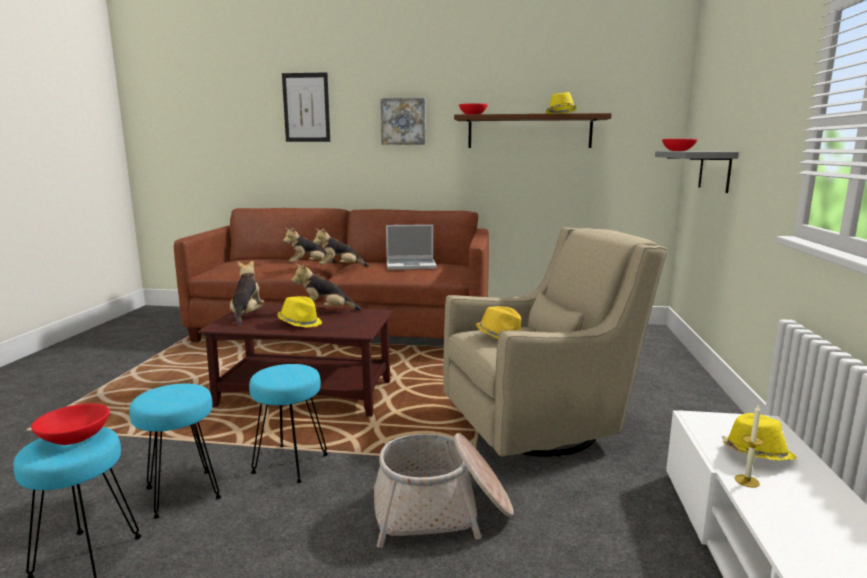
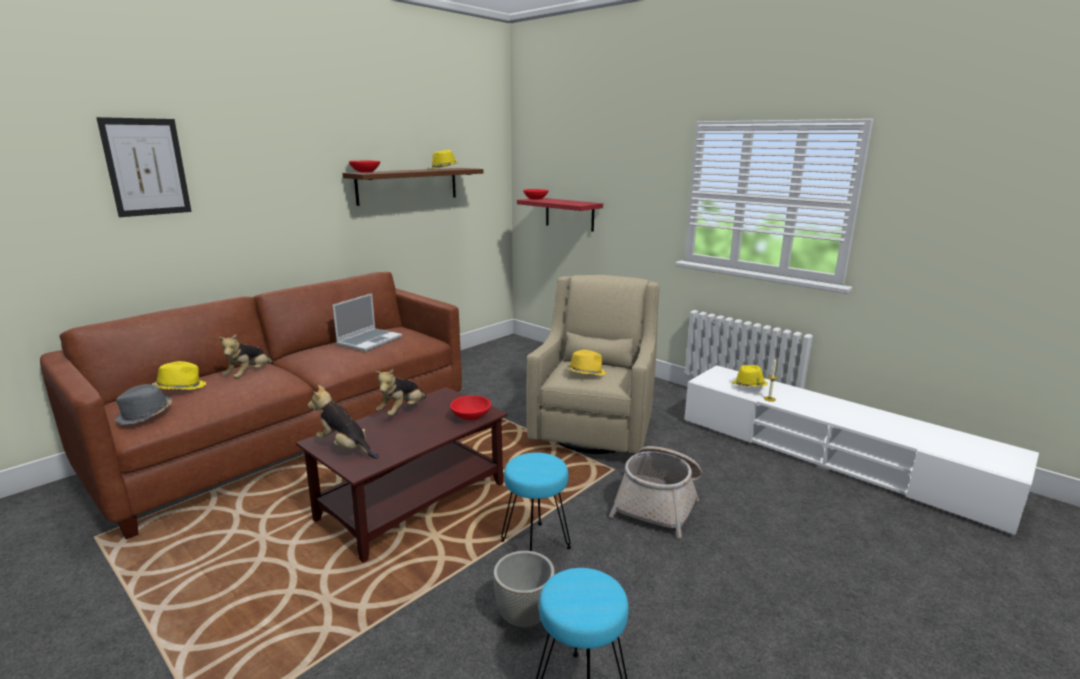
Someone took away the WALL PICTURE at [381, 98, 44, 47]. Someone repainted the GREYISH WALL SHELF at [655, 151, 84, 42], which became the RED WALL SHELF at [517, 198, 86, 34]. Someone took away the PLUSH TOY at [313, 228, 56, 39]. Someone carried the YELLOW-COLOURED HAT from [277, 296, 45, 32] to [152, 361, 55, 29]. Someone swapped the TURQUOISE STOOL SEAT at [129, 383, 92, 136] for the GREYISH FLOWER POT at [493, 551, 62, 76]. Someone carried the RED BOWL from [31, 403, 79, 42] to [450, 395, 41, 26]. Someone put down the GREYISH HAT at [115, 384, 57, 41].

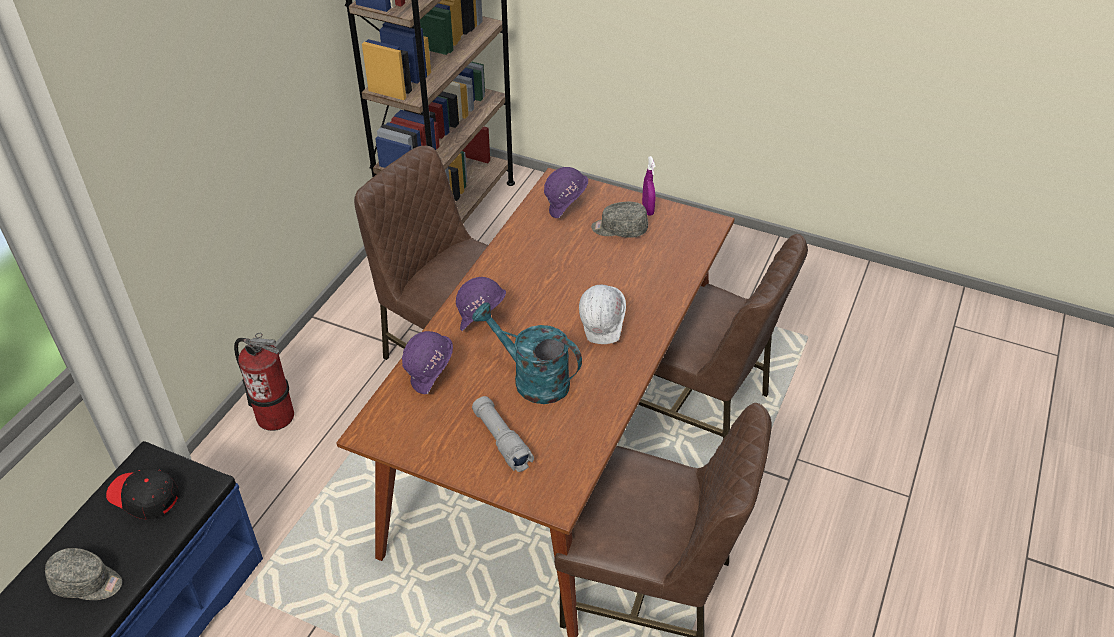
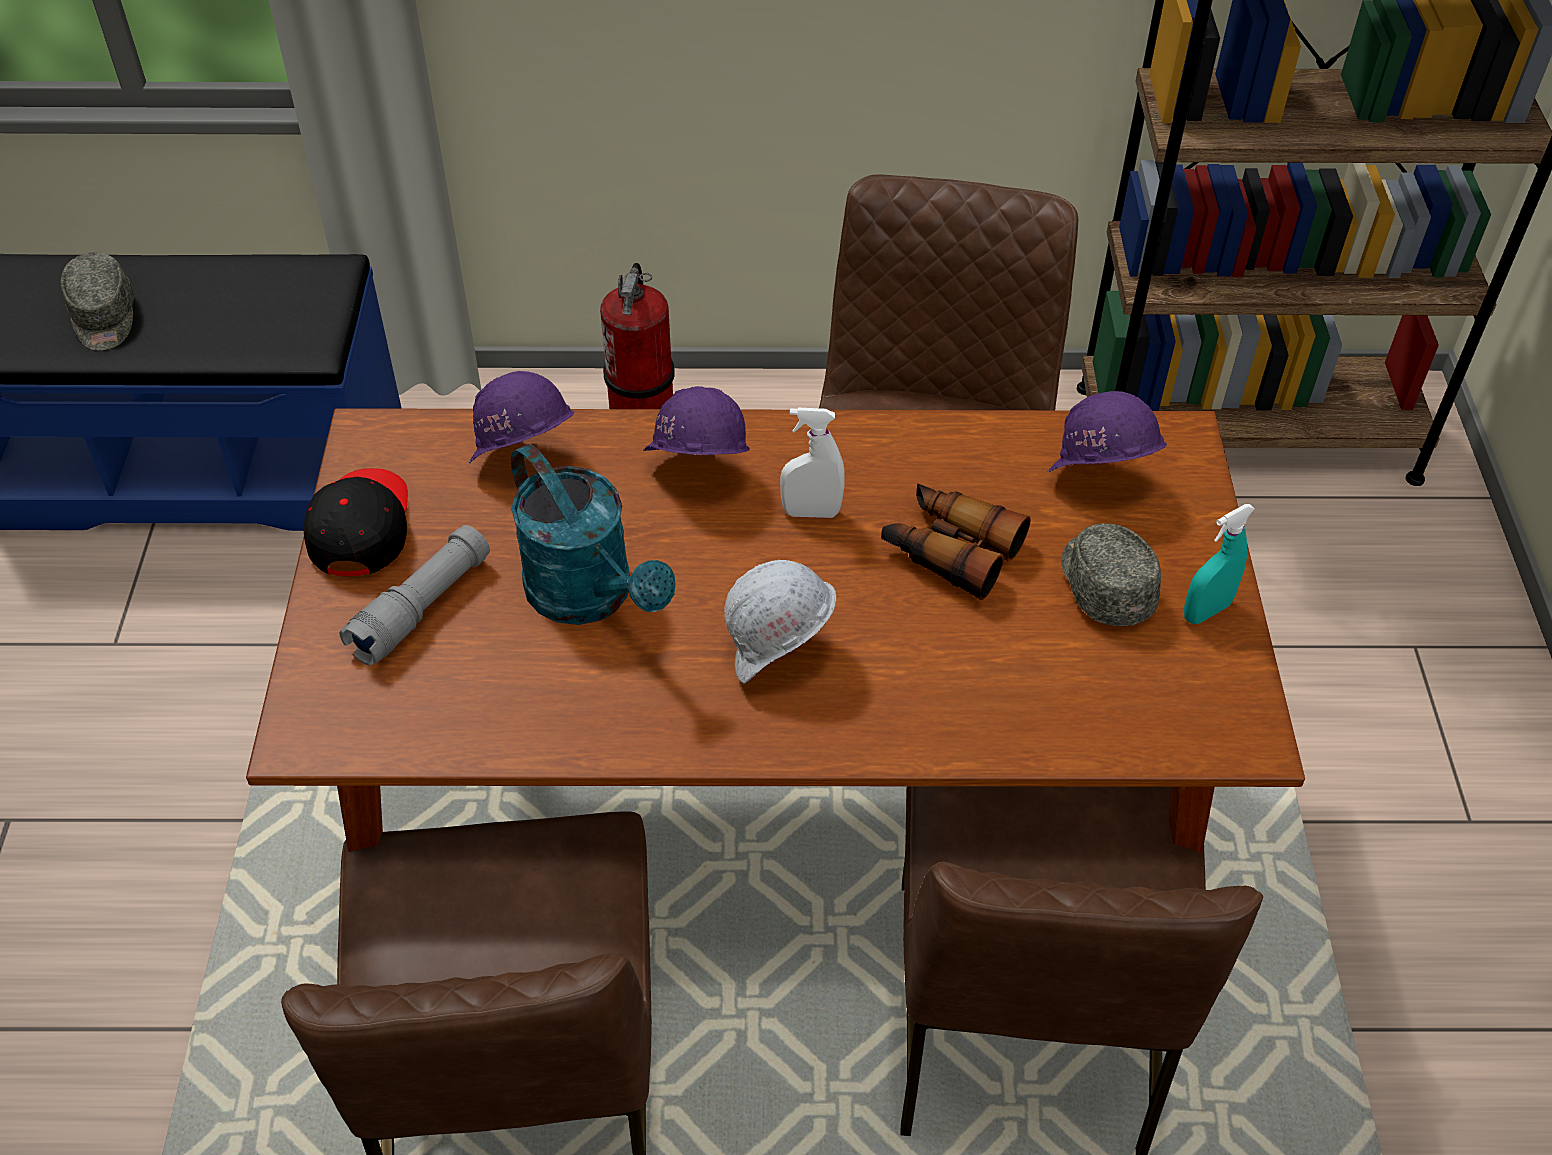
Someone repainted the PURPLE-COLOURED HAND SPRAYER at [642, 156, 13, 59], which became the TURQUOISE HAND SPRAYER at [1184, 504, 71, 120]. Someone rotated the TURQUOISE WATERING CAN at [472, 302, 110, 102] by 135 degrees clockwise. Someone carried the BLACK-COLOURED CAP from [106, 467, 73, 52] to [303, 468, 105, 108]. Someone put down the WHITISH HAND SPRAYER at [780, 407, 65, 111]. Someone put down the FIELD GLASSES at [881, 483, 150, 117].

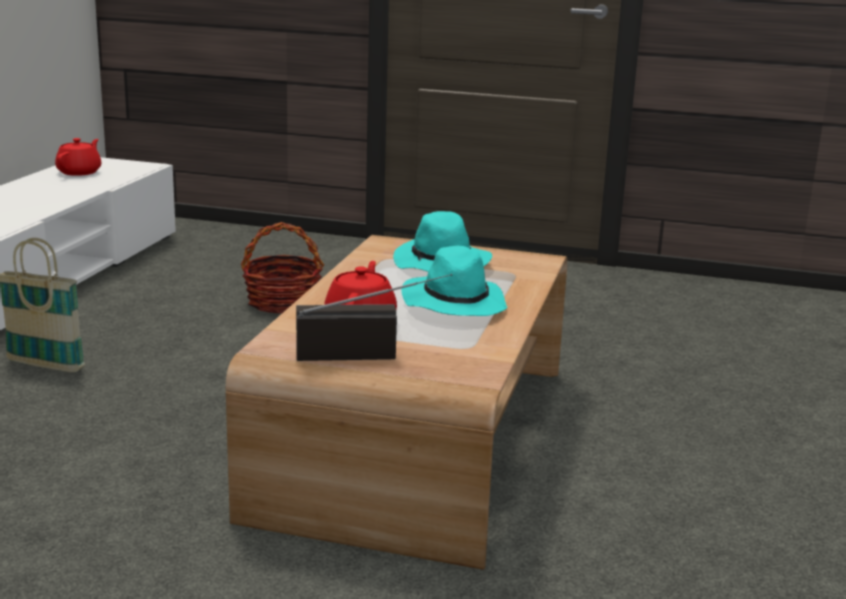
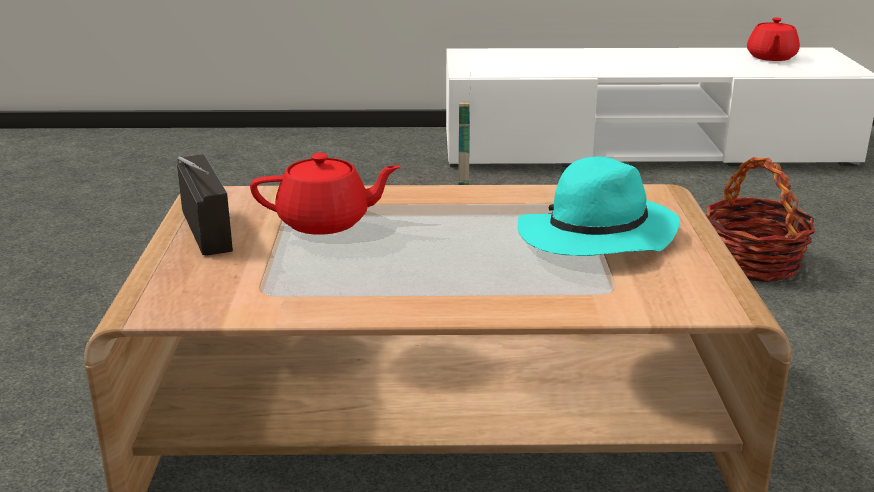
Someone rotated the RED TEAPOT at [55, 138, 47, 38] by 105 degrees clockwise. Someone took away the TURQUOISE HAT at [401, 246, 106, 70].

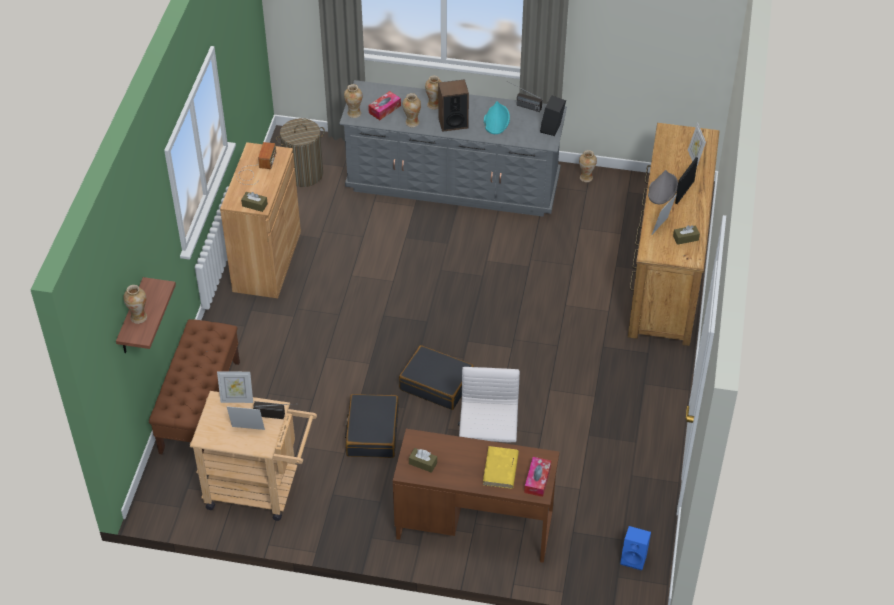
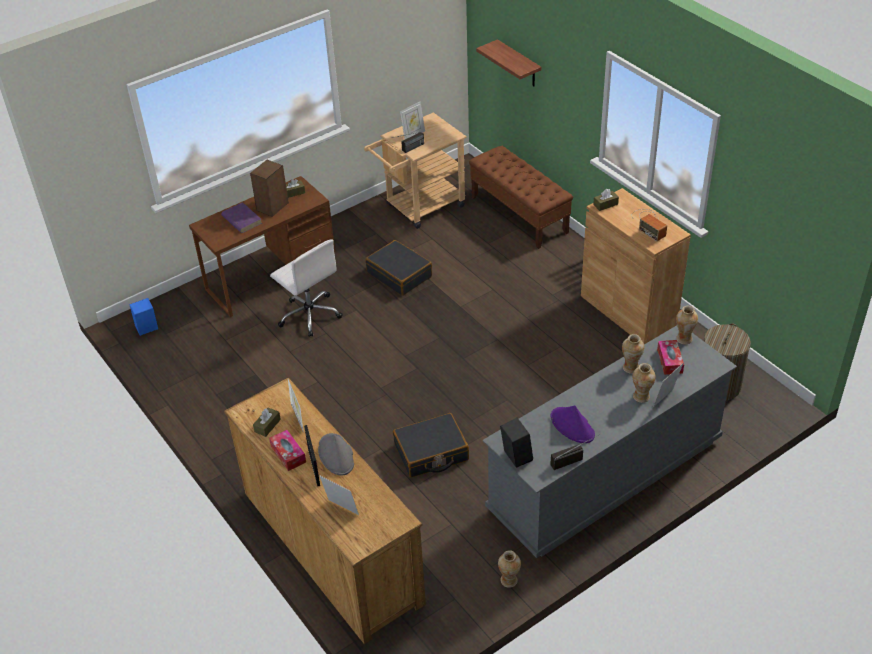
Someone carried the SPEAKER from [438, 79, 31, 53] to [250, 160, 39, 57]. Someone repainted the TURQUOISE HAT at [484, 101, 26, 33], which became the PURPLE-COLOURED HAT at [551, 406, 44, 37]. Someone took away the FLOWER VASE at [123, 285, 24, 39]. Someone carried the BLACK-COLOURED PIECE OF LUGGAGE from [399, 345, 75, 65] to [393, 413, 76, 64]. Someone carried the STANDING FRAME from [217, 371, 36, 32] to [653, 363, 30, 44]. Someone repainted the YELLOW-COLOURED VOLUME at [483, 446, 36, 43], which became the PURPLE-COLOURED VOLUME at [221, 202, 41, 31]. Someone carried the BOX OF TISSUES from [524, 457, 27, 40] to [269, 430, 37, 41].

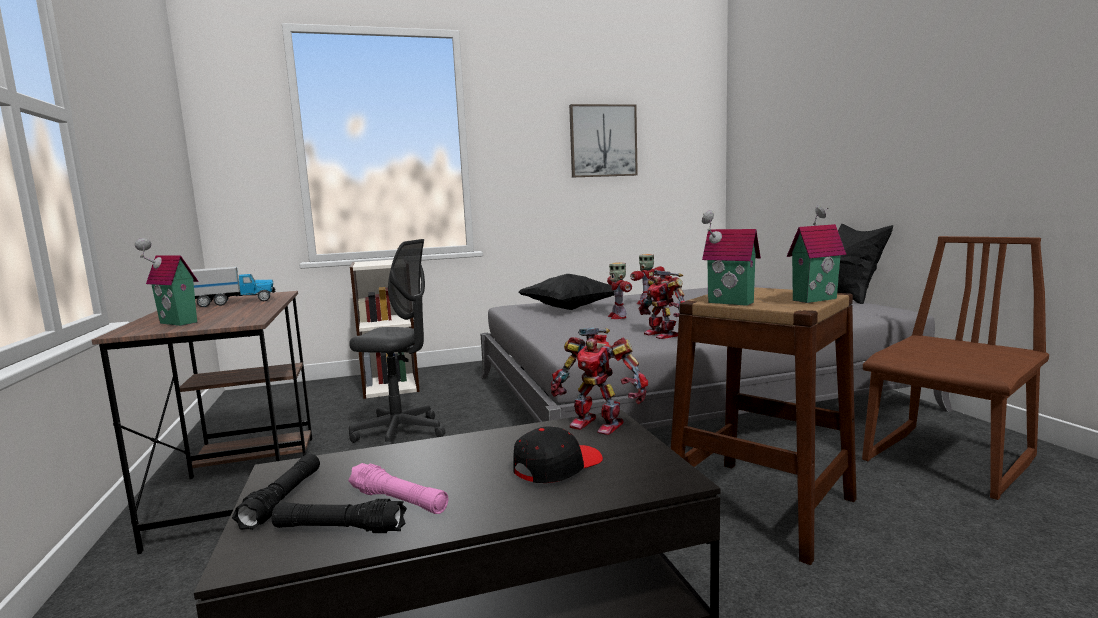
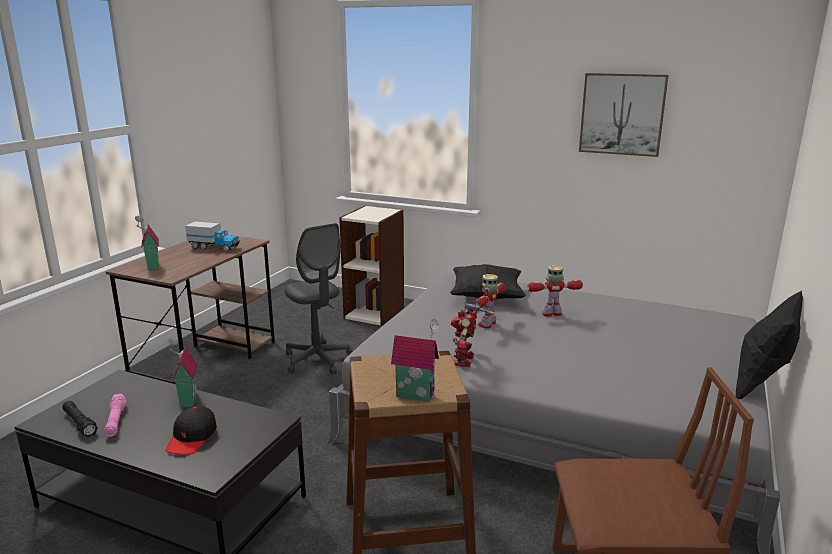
Someone carried the TOY HOUSE from [702, 210, 59, 96] to [168, 337, 29, 71]. Someone took away the TOY ROBOT at [551, 328, 97, 107]. Someone rotated the BLACK-COLOURED CAP at [513, 426, 90, 57] by 105 degrees clockwise. Someone took away the BLACK-COLOURED HAND TORCH at [232, 454, 88, 76].

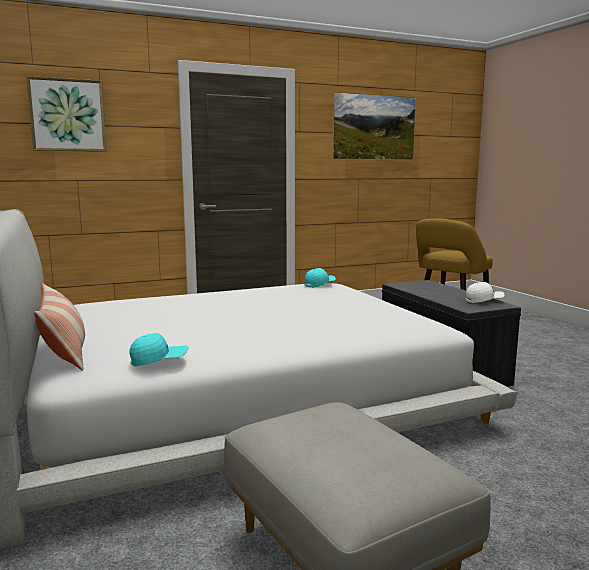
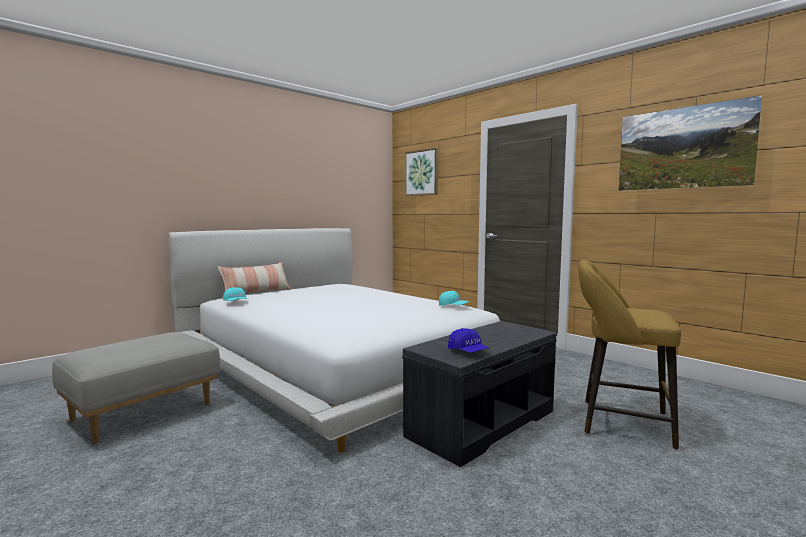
Someone repainted the WHITISH CAP at [466, 282, 38, 21], which became the BLUISH CAP at [448, 328, 41, 25].

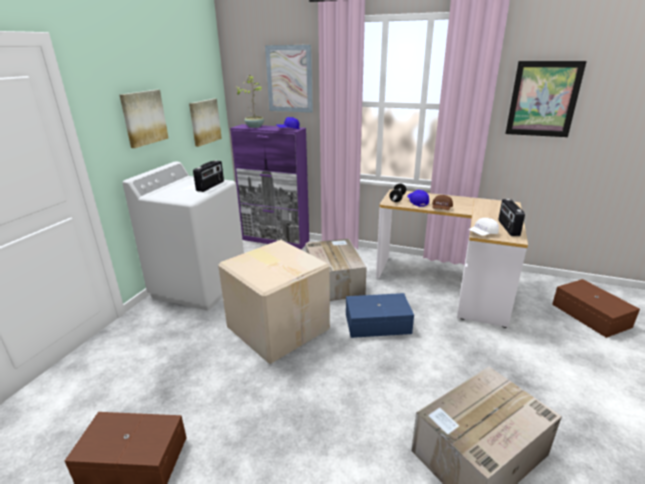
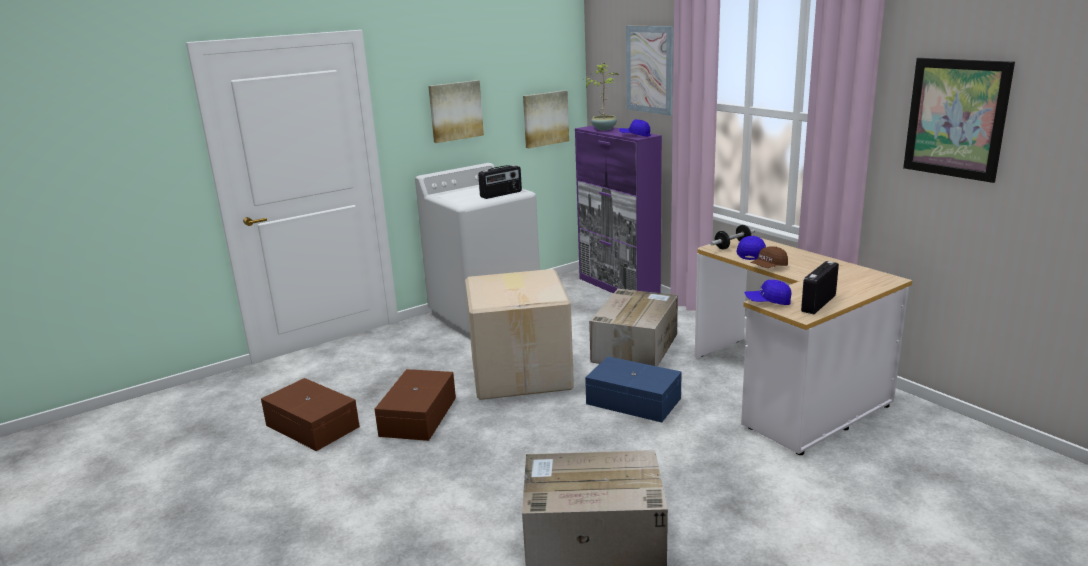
Someone repainted the WHITISH CAP at [468, 218, 31, 18], which became the BLUISH CAP at [744, 280, 47, 25]. Someone carried the BROWN-COLOURED STORAGE CONTAINER from [552, 279, 88, 59] to [375, 369, 81, 72].

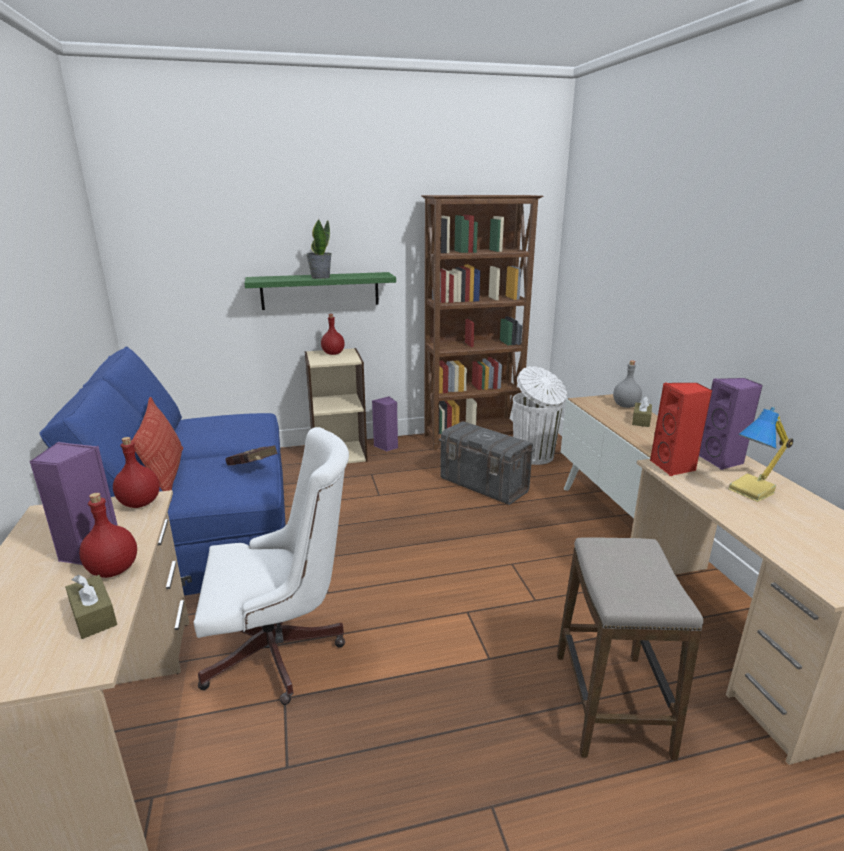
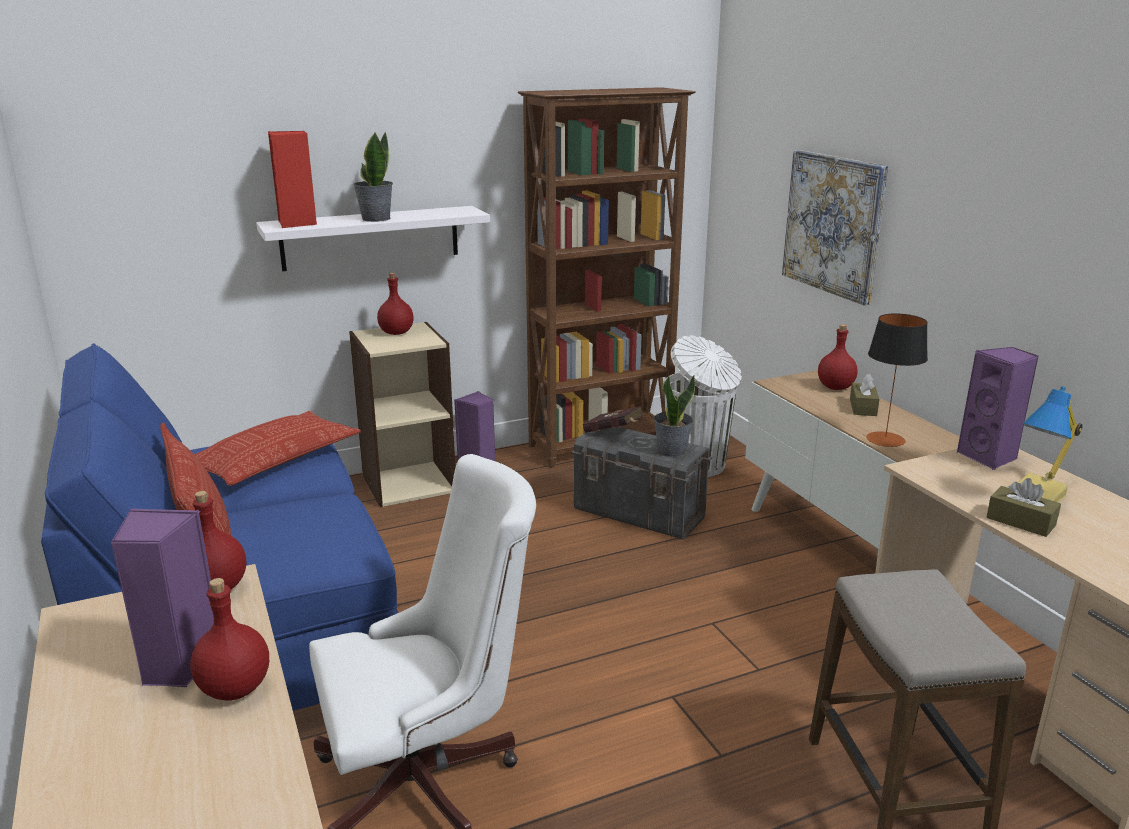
Someone repainted the GREENISH WALL SHELF at [244, 272, 152, 38], which became the WHITISH WALL SHELF at [256, 206, 234, 65]. Someone repainted the GREYISH BOTTLE at [613, 361, 29, 47], which became the RED BOTTLE at [818, 324, 40, 66]. Someone carried the RED SPEAKER from [650, 383, 62, 93] to [268, 131, 49, 97]. Someone carried the RED VOLUME from [226, 445, 52, 21] to [583, 406, 60, 27]. Someone carried the BROWN-COLOURED BOX OF TISSUES from [65, 574, 52, 65] to [987, 478, 74, 59]. Someone put up the WALL PICTURE at [782, 150, 106, 155]. Someone put down the TABLE LAMP at [866, 314, 62, 133]. Someone put down the POTTED PLANT at [654, 375, 41, 82]. Someone put down the CUSHION at [194, 411, 167, 75].

